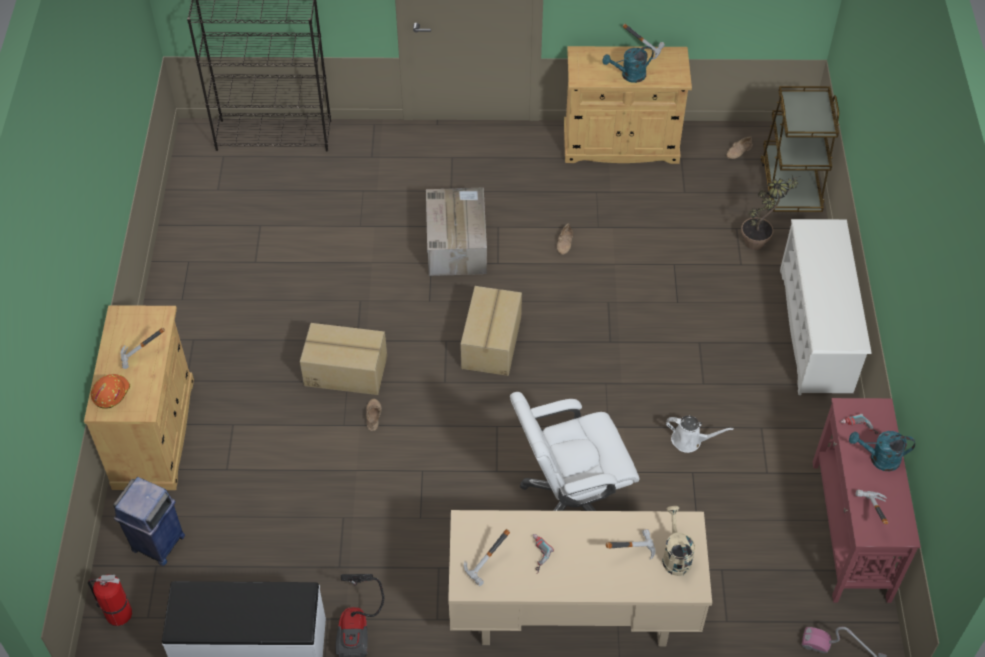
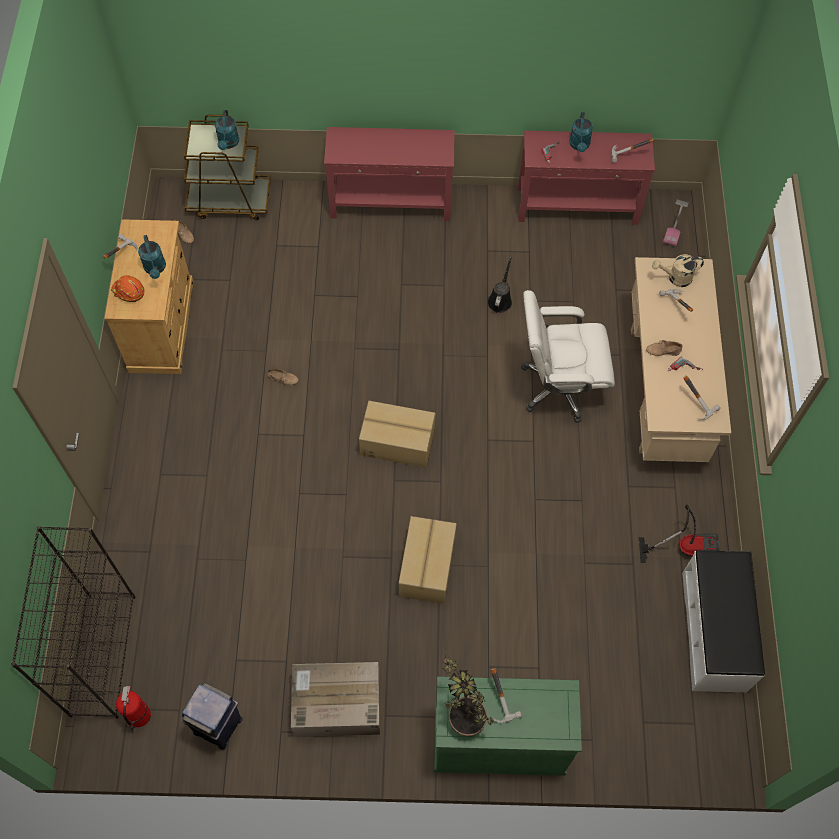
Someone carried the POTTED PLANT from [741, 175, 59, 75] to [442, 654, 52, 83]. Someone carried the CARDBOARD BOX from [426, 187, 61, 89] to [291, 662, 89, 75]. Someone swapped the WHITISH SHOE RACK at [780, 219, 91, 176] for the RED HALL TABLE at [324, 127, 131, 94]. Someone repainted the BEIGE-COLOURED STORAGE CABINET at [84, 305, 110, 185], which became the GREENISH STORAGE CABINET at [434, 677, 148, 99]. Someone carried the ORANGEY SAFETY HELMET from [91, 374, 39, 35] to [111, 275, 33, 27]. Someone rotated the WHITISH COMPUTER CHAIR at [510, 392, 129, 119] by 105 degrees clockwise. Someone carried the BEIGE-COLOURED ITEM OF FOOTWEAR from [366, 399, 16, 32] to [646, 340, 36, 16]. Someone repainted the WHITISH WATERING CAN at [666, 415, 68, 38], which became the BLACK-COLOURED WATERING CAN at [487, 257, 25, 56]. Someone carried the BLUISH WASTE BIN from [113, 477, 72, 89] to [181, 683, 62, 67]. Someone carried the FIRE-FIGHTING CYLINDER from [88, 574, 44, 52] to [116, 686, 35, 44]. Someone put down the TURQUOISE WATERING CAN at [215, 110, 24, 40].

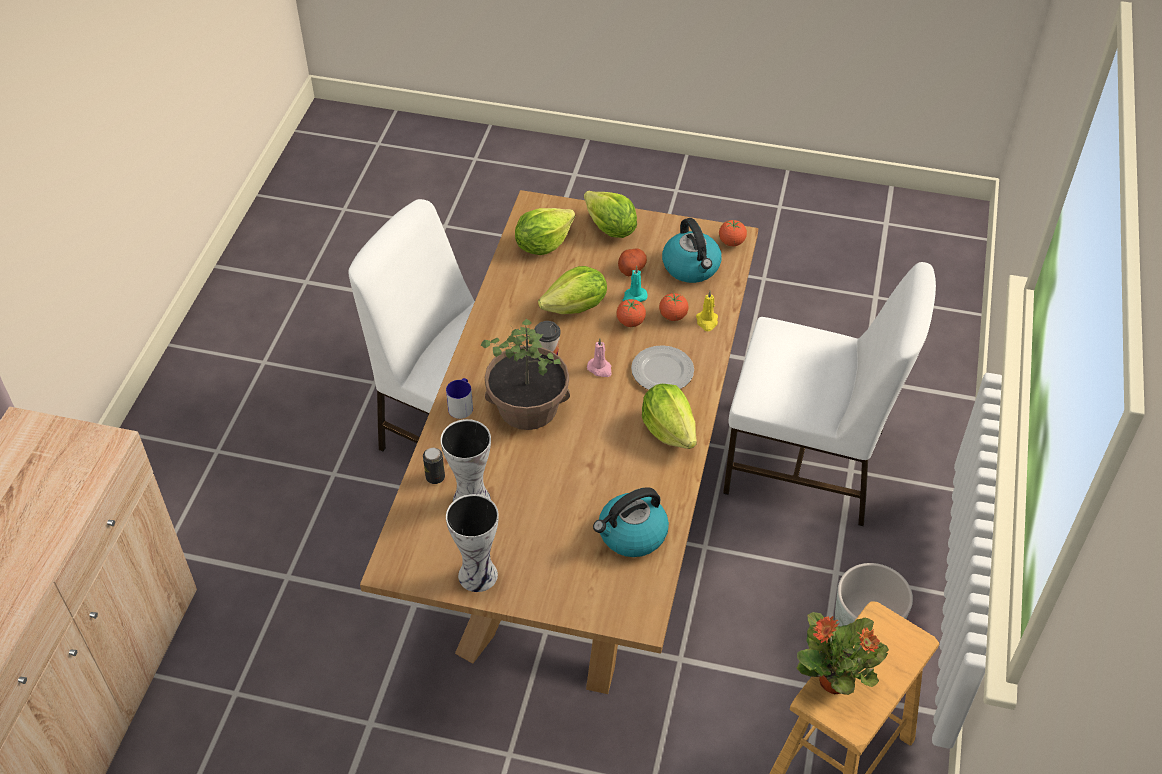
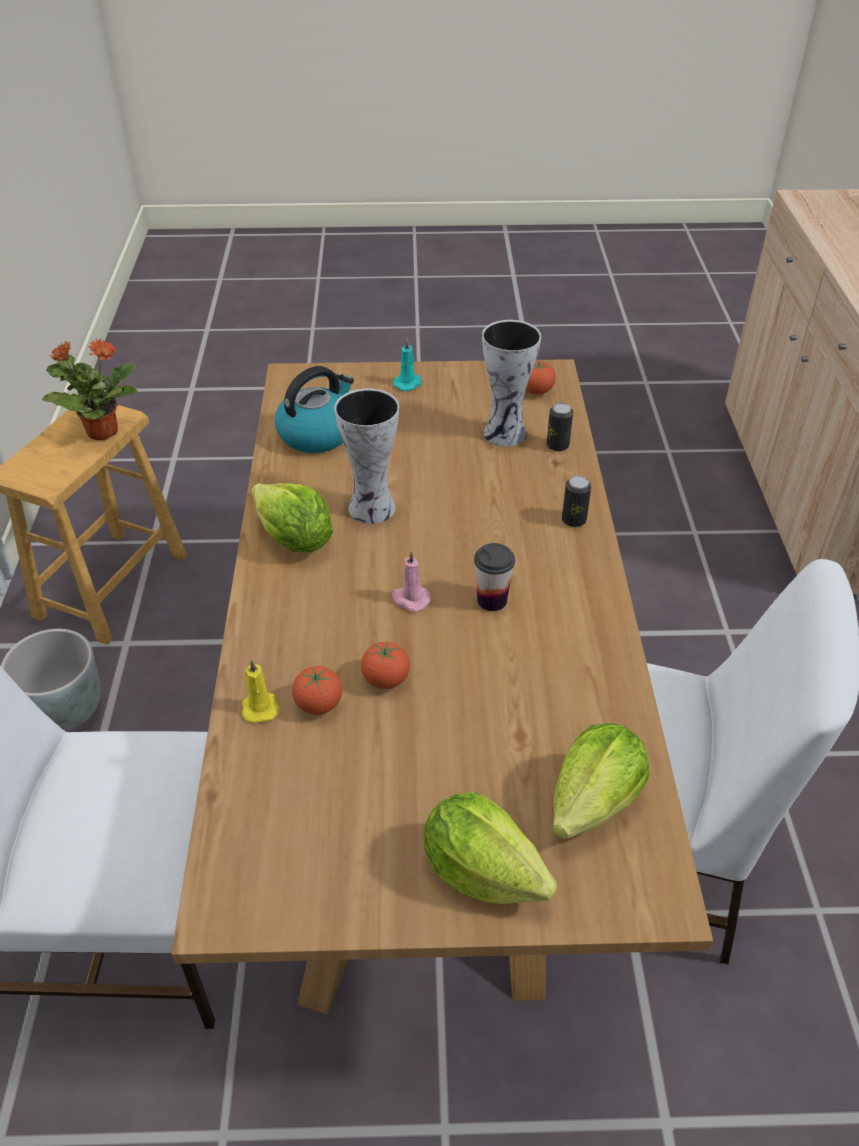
Someone took away the TEA KETTLE at [662, 218, 60, 65]. Someone carried the TOMATO from [719, 220, 28, 27] to [526, 361, 30, 34]. Someone took away the POTATO at [618, 248, 29, 28]. Someone took away the LETTUCE HEAD at [538, 266, 69, 48]. Someone carried the TURQUOISE WAX CANDLE from [623, 266, 25, 36] to [393, 339, 29, 52]. Someone took away the POTTED PLANT at [480, 319, 90, 111]. Someone took away the PLATE at [631, 345, 63, 45]. Someone swapped the COFFEE MUG at [446, 378, 27, 41] for the CAN at [562, 476, 29, 51]. Someone carried the FLOWER VASE from [446, 494, 53, 98] to [334, 388, 65, 136].

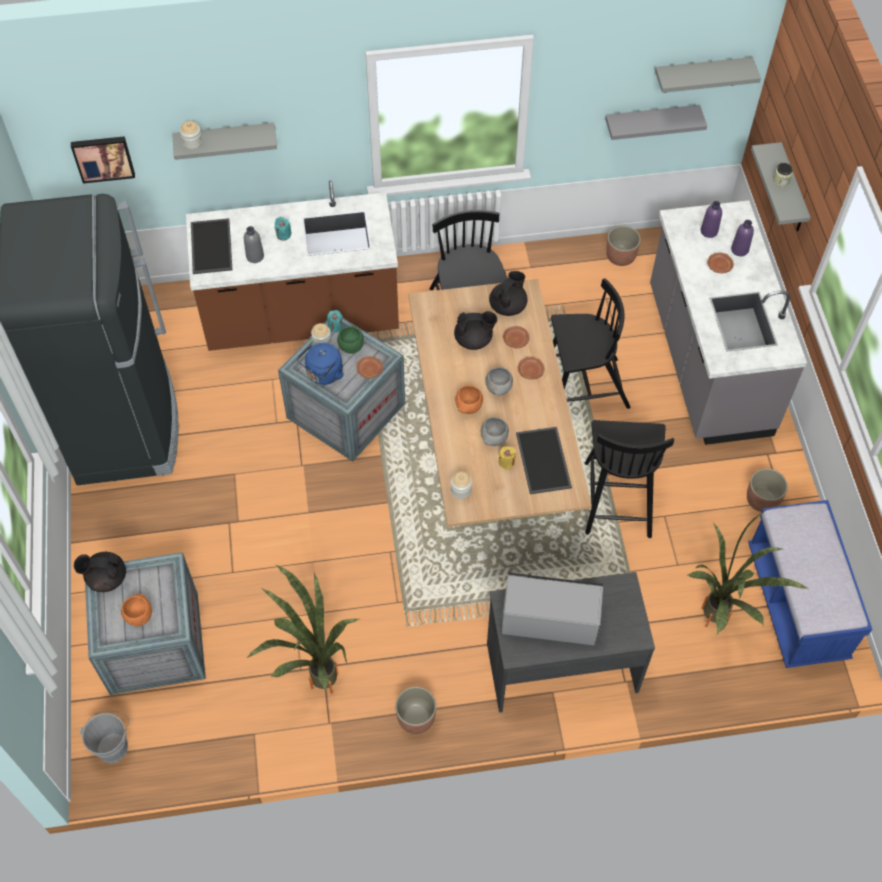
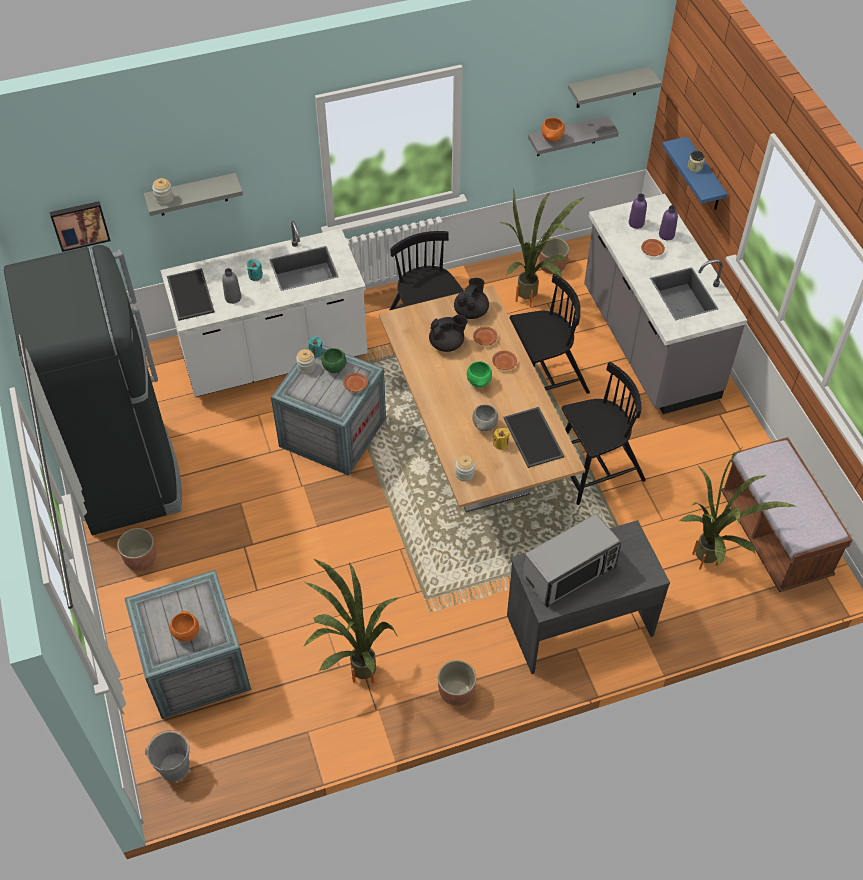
Someone repainted the GREYISH WALL SHELF at [751, 142, 60, 89], which became the BLUISH WALL SHELF at [662, 136, 65, 74]. Someone repainted the BROWN-COLOURED KITCHEN COUNTER at [186, 181, 213, 170], which became the WHITISH KITCHEN COUNTER at [160, 221, 208, 176]. Someone took away the BLUISH TEA KETTLE at [297, 343, 47, 42]. Someone repainted the GREYISH BOWL at [485, 367, 28, 29], which became the GREENISH BOWL at [467, 361, 25, 26]. Someone carried the ORANGEY BOWL from [455, 385, 28, 29] to [541, 117, 24, 25]. Someone rotated the BLACK-COLOURED UPRIGHT CHAIR at [585, 420, 89, 118] by 105 degrees counterclockwise. Someone carried the FLOWER POT from [747, 468, 41, 44] to [117, 528, 40, 43]. Someone repainted the BLUISH BENCH at [748, 500, 124, 168], which became the BROWN-COLOURED BENCH at [721, 437, 132, 155]. Someone took away the BLACK-COLOURED TEAPOT at [74, 552, 52, 40]. Someone rotated the MICROWAVE OVEN at [501, 572, 102, 73] by 150 degrees clockwise. Someone put down the POTTED PLANT at [499, 188, 86, 119].

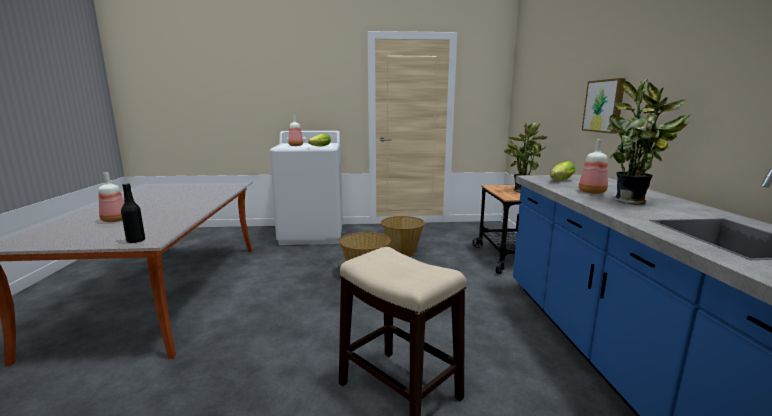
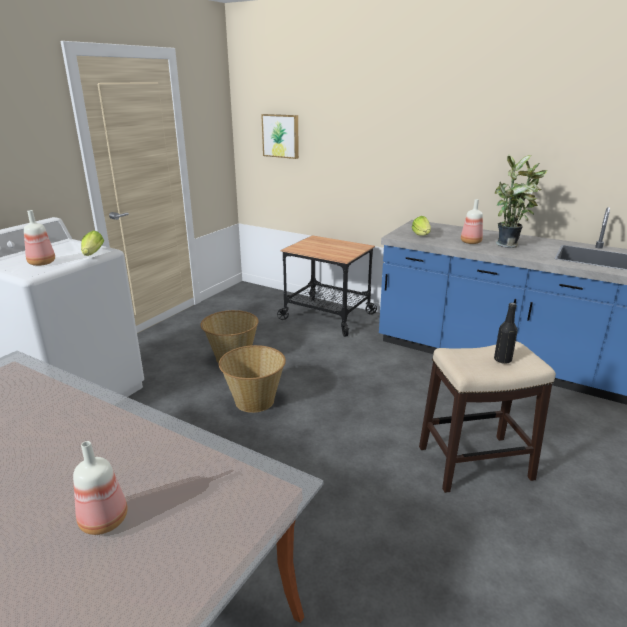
Someone carried the WALL PICTURE from [582, 78, 44, 55] to [261, 114, 38, 45]. Someone took away the POTTED PLANT at [504, 122, 43, 71]. Someone carried the BLACK-COLOURED BOTTLE from [121, 183, 24, 60] to [494, 303, 24, 61].

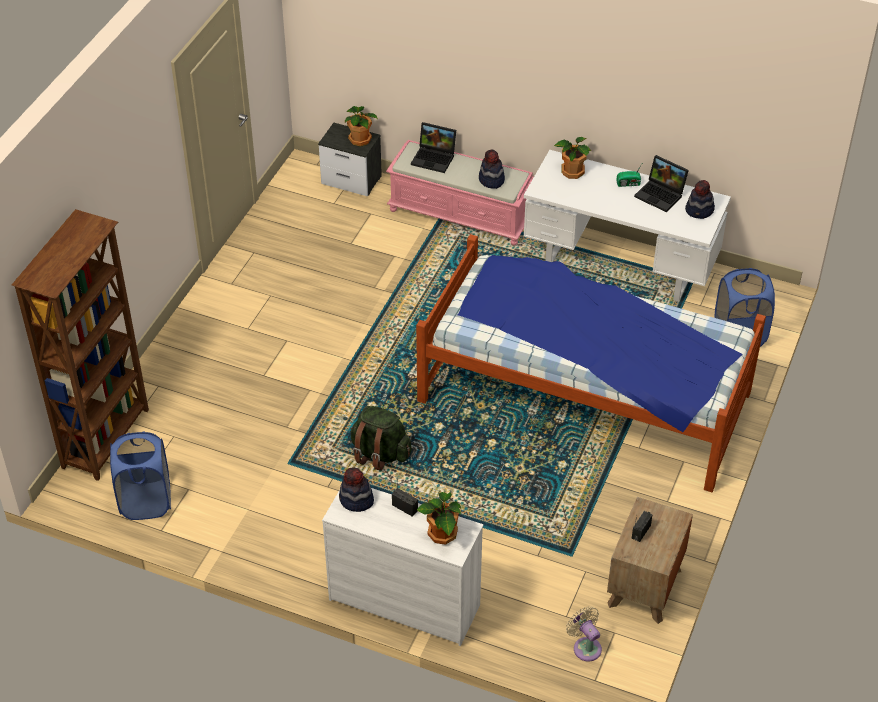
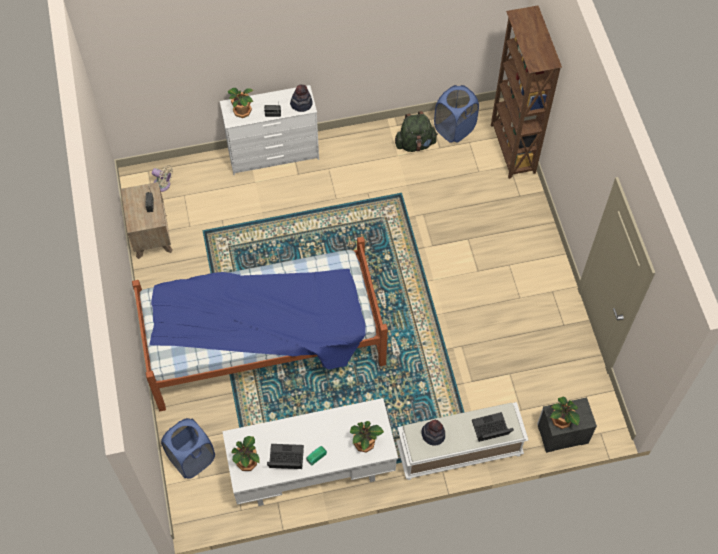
Someone repainted the PINK-COLOURED BENCH at [386, 140, 148, 105], which became the WHITISH BENCH at [397, 402, 132, 78]. Someone swapped the HAT at [685, 180, 30, 39] for the POTTED PLANT at [232, 436, 28, 35]. Someone carried the GREENISH BACKPACK from [351, 406, 61, 65] to [395, 111, 43, 41].

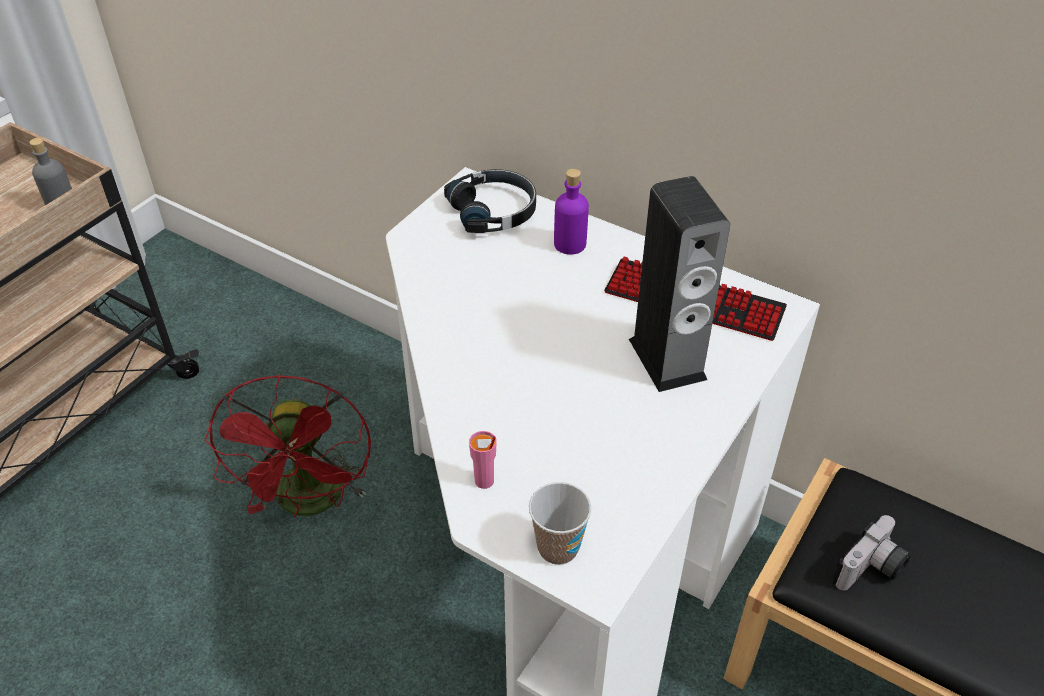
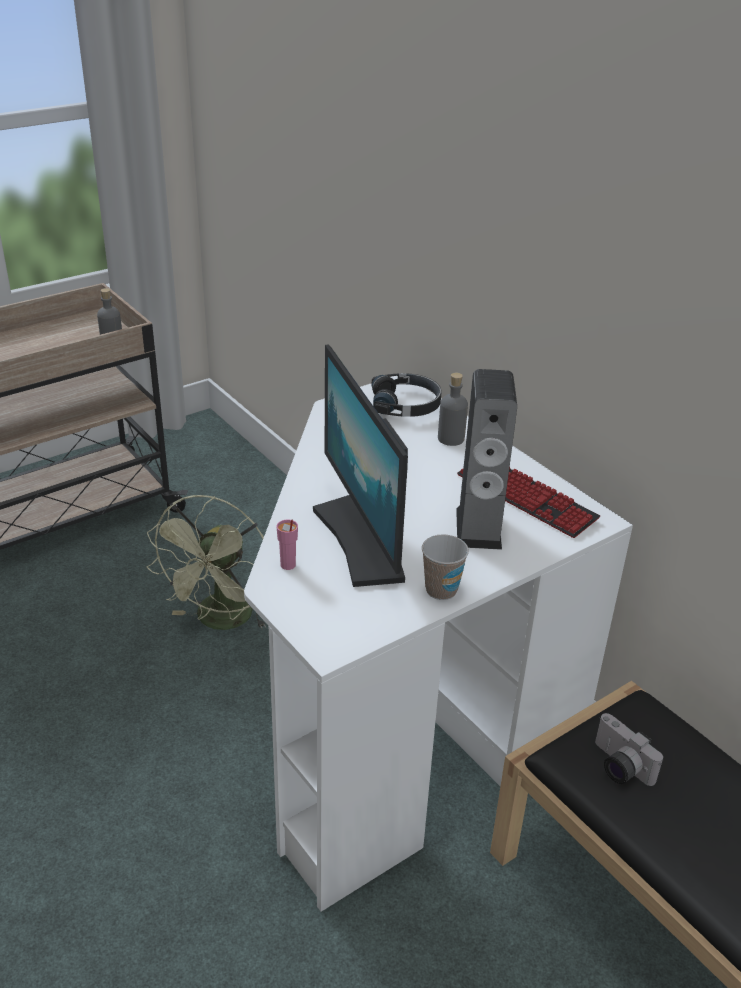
Someone repainted the PURPLE-COLOURED BOTTLE at [554, 169, 35, 86], which became the GREYISH BOTTLE at [438, 372, 30, 74]. Someone repainted the RED FAN at [205, 374, 166, 143], which became the GREENISH FAN at [147, 495, 119, 135]. Someone carried the CUP from [529, 482, 62, 83] to [422, 534, 47, 66]. Someone rotated the STILL CAMERA at [832, 515, 79, 76] by 75 degrees clockwise. Someone put down the MONITOR at [313, 345, 95, 242].

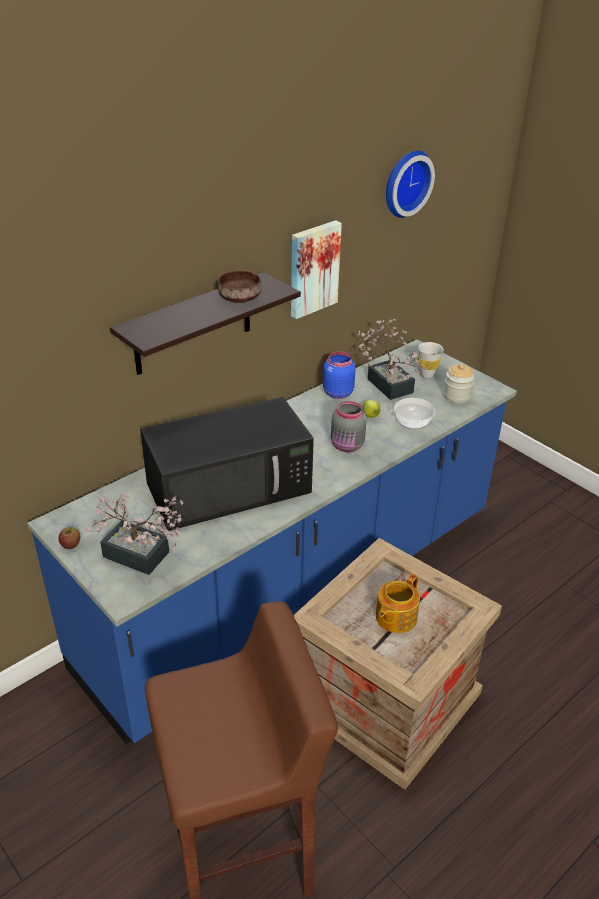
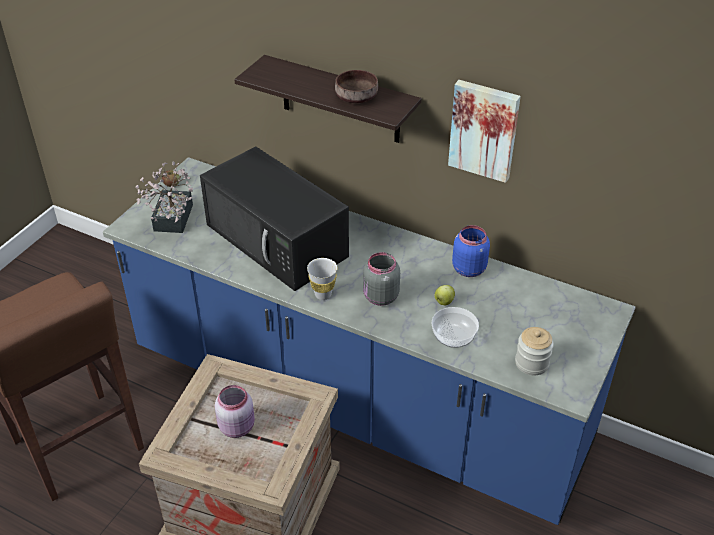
Someone took away the HANGING CLOCK at [386, 151, 49, 67]. Someone took away the POTTED PLANT at [357, 319, 68, 81]. Someone carried the WHITISH CUP from [418, 342, 26, 36] to [307, 258, 31, 42]. Someone swapped the TEAPOT at [376, 573, 44, 60] for the PINK-COLOURED STORAGE JAR at [215, 385, 40, 53].

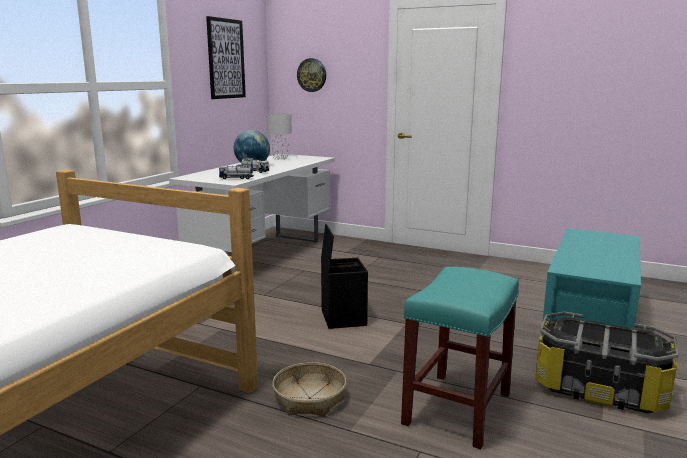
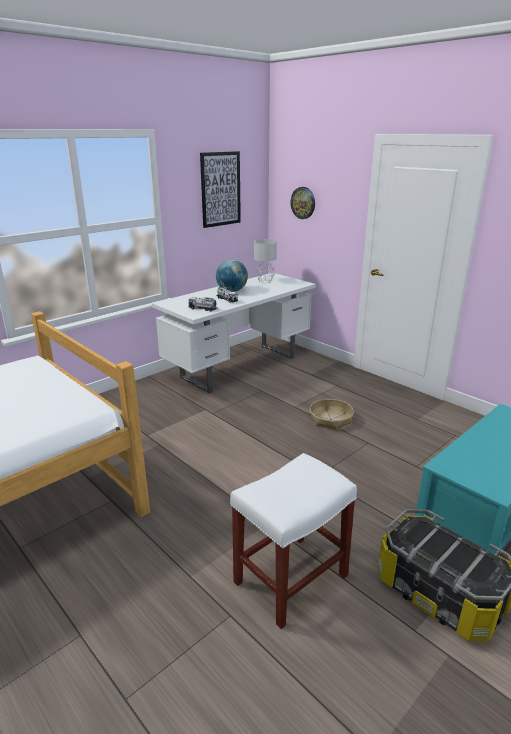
Someone took away the BLACK-COLOURED STORAGE CONTAINER at [321, 224, 47, 105]. Someone repainted the TURQUOISE STOOL SEAT at [401, 267, 118, 182], which became the WHITISH STOOL SEAT at [230, 453, 127, 176]. Someone carried the BASKET from [272, 362, 74, 54] to [310, 399, 44, 31].

